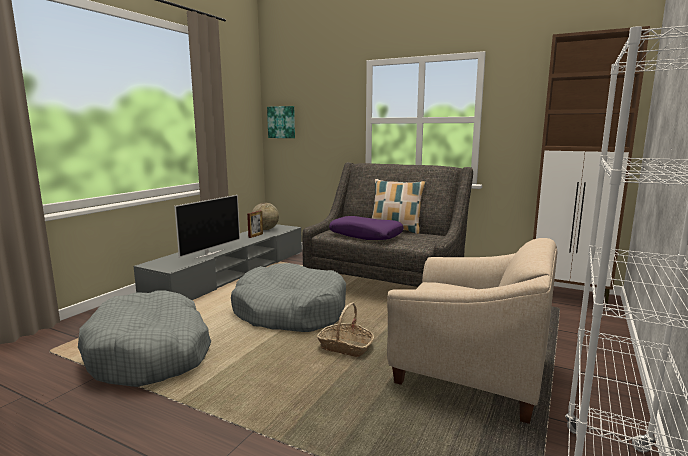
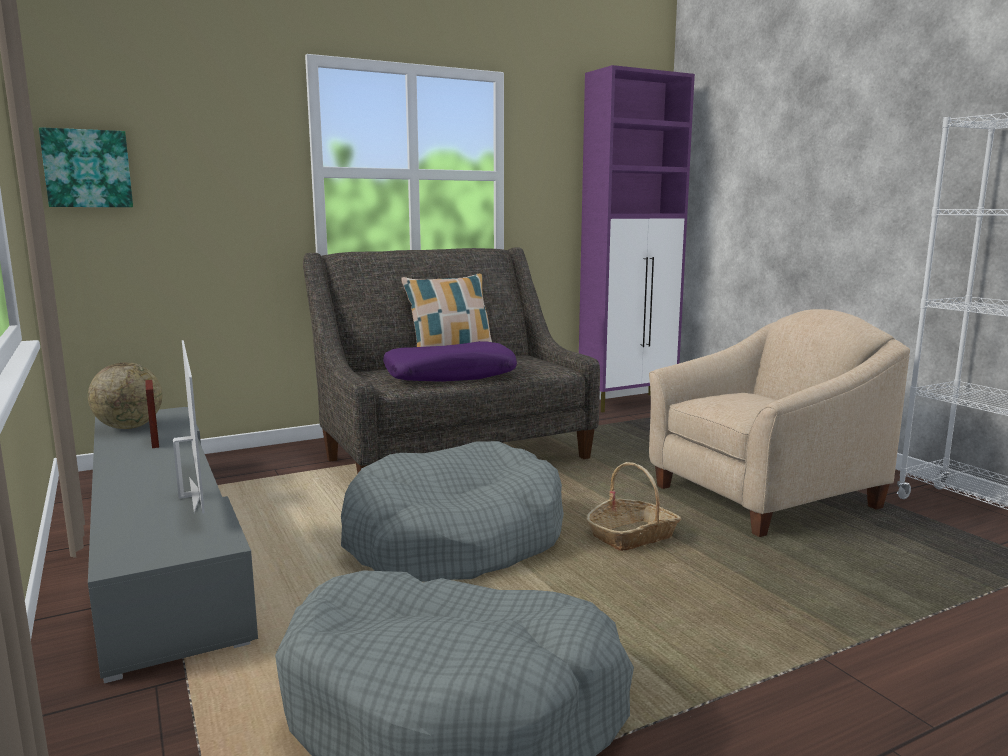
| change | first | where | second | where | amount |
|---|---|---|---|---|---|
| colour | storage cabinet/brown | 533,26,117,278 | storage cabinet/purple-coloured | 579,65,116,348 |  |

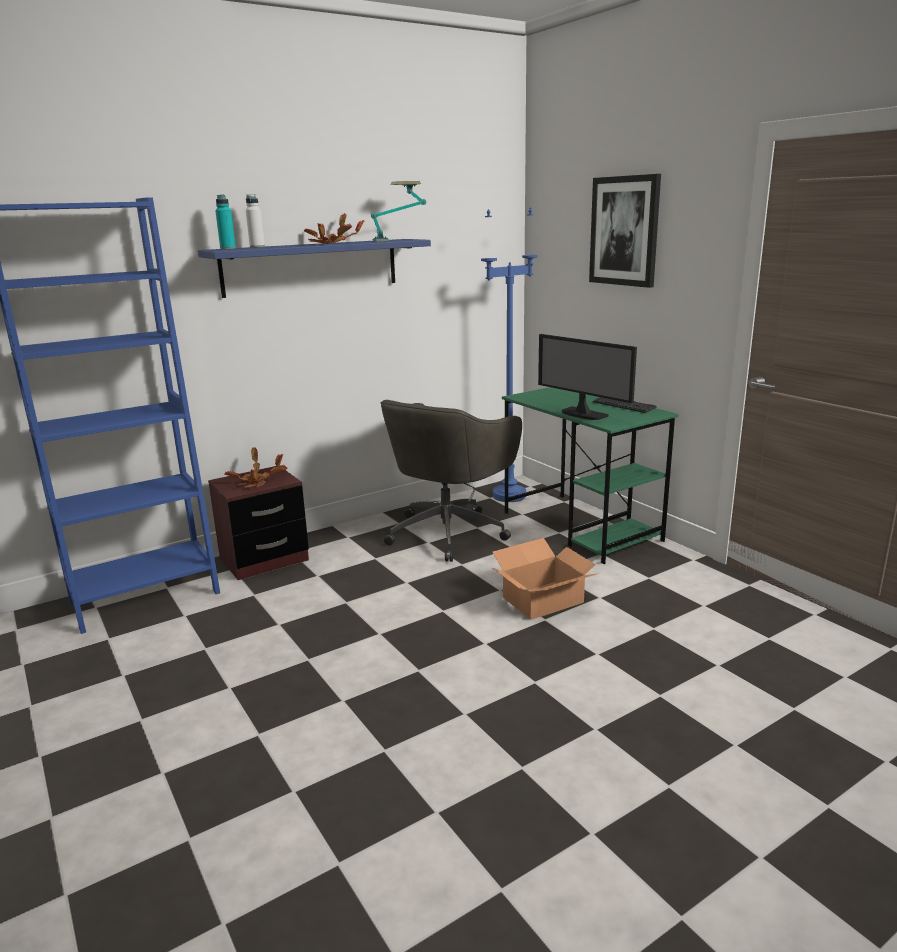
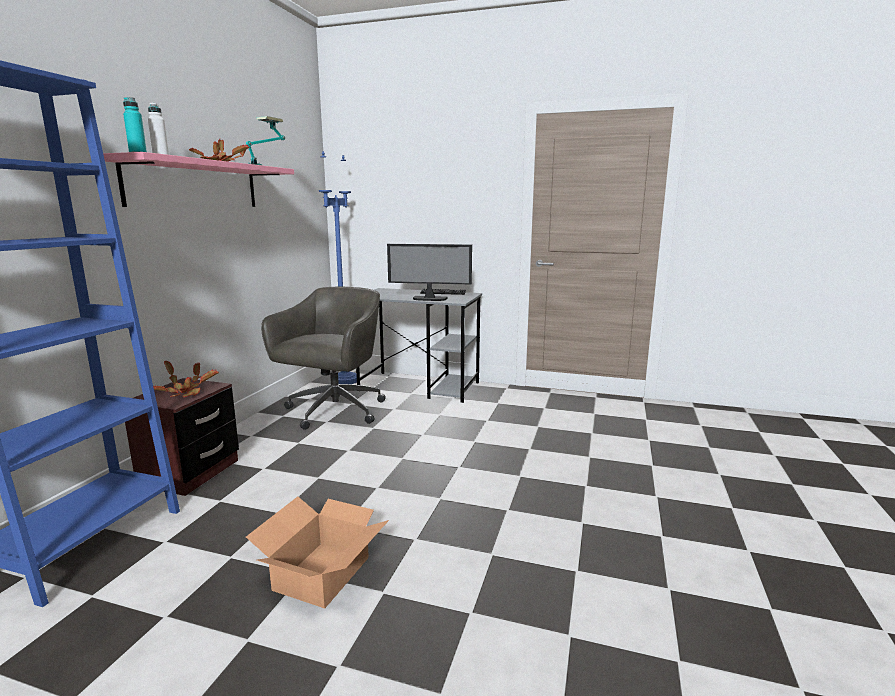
| change | first | where | second | where | amount |
|---|---|---|---|---|---|
| missing | wall picture | 589,174,72,114 |  |  |  |
| colour | bracket shelf/blue-coloured | 198,239,233,59 | bracket shelf/pink | 103,152,191,55 |  |
| colour | desk unit/greenish | 502,387,177,177 | desk unit/grey | 356,288,126,115 |  |
| spun | office chair/grey | 380,400,142,162 |  | 261,287,125,143 | 150 degrees counterclockwise |
| relocated | cardboard box | 493,538,106,82 |  | 246,496,143,112 |  |

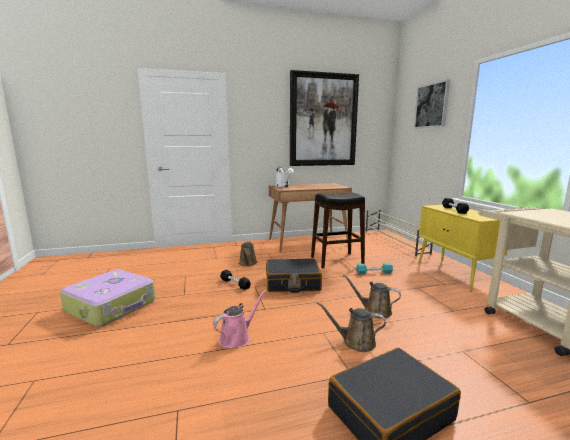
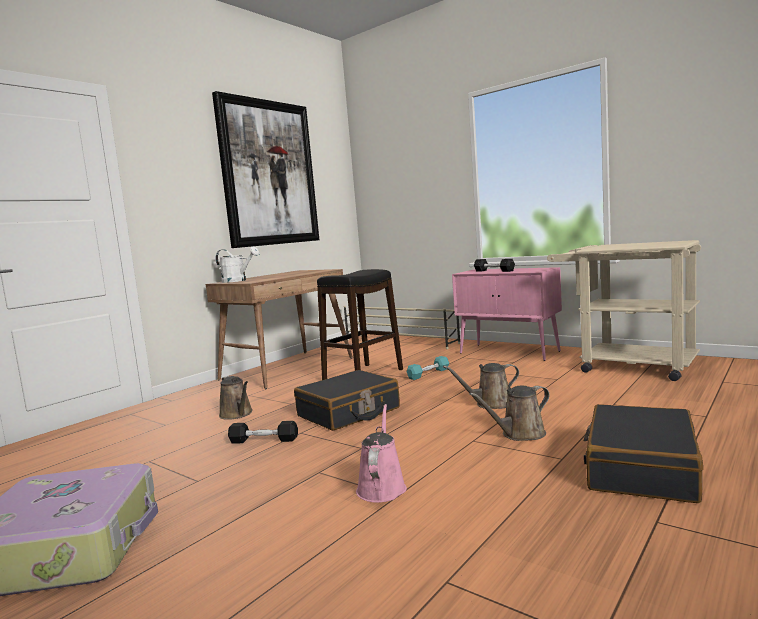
| change | first | where | second | where | amount |
|---|---|---|---|---|---|
| missing | wall picture | 414,79,36,49 |  |  |  |
| colour | storage cabinet/yellow | 418,205,90,87 | storage cabinet/pink | 452,267,110,94 |  |

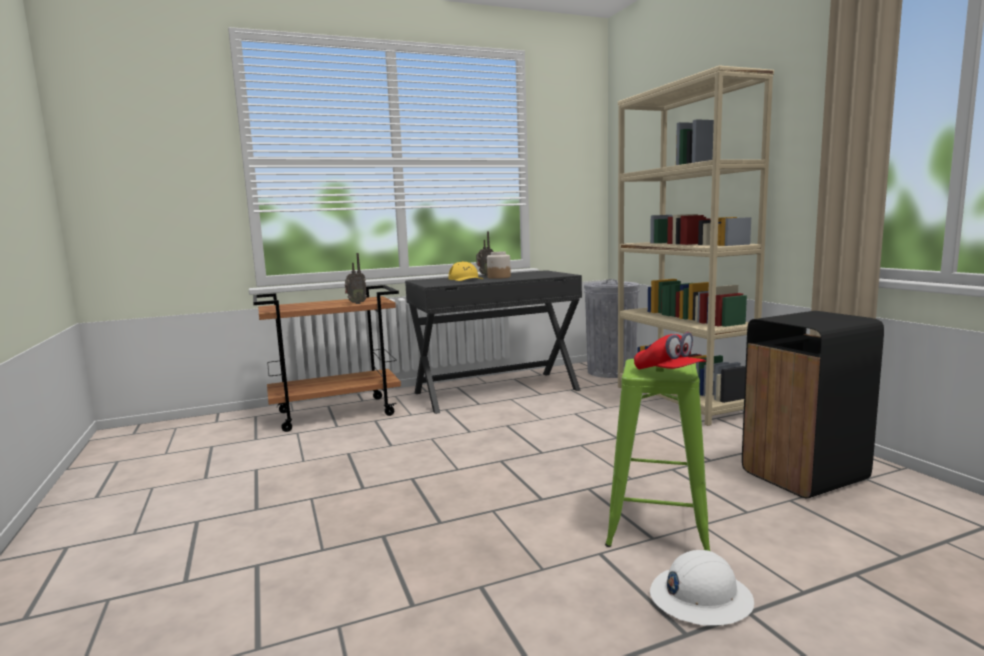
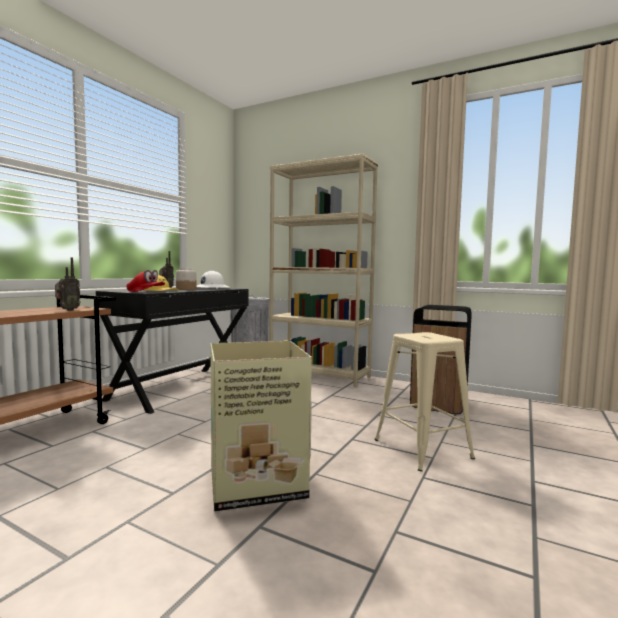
| change | first | where | second | where | amount |
|---|---|---|---|---|---|
| relocated | baseball cap/red-coloured | 634,332,72,38 |  | 127,270,38,22 |  |
| colour | stool seat/greenish | 605,359,105,192 | stool seat/beige | 375,332,100,140 |  |
| relocated | safety helmet/white | 650,550,104,76 |  | 197,271,32,18 |  |
| appeared |  |  | cardboard box | 210,341,102,171 |  |

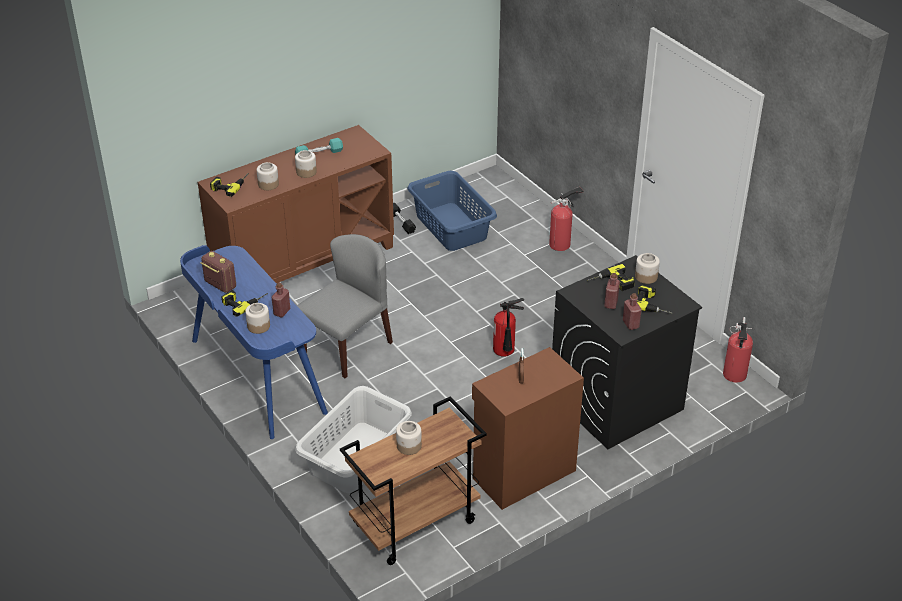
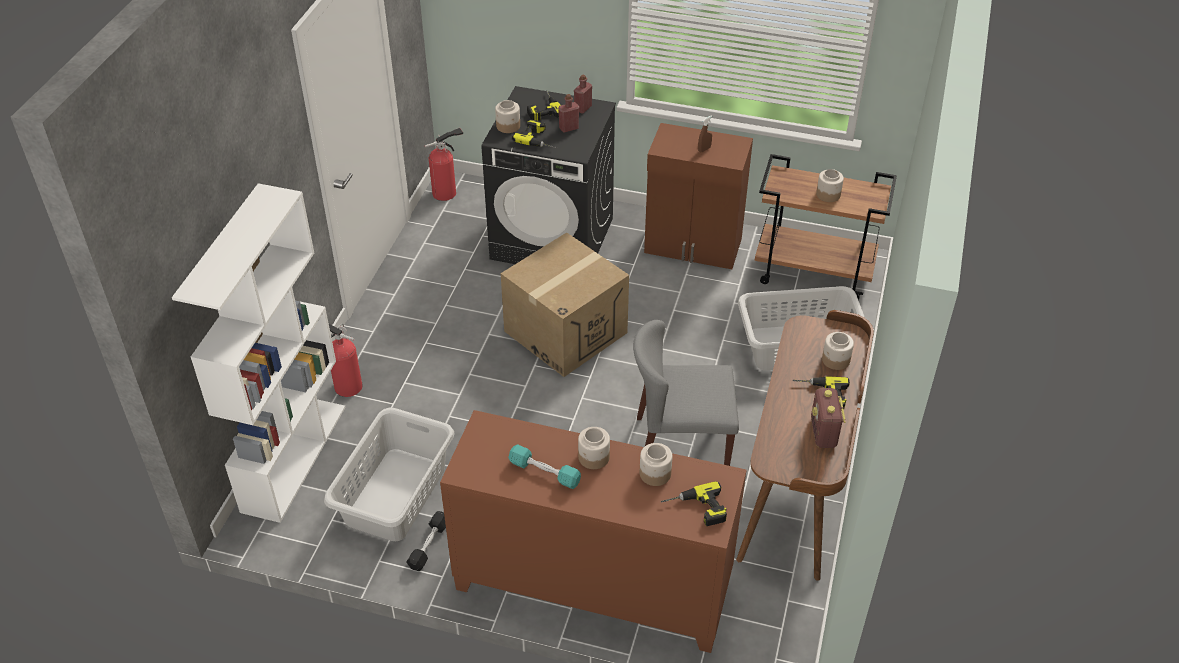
| change | first | where | second | where | amount |
|---|---|---|---|---|---|
| colour | laundry basket/blue-coloured | 407,171,90,80 | laundry basket/grey | 324,408,130,133 |  |
| colour | desk unit/blue-coloured | 180,245,148,194 | desk unit/brown | 736,310,138,271 |  |
| missing | beverage bottle/red-coloured | 271,283,19,34 |  |  |  |
| exchanged | extinguisher | 493,298,31,59 | cardboard box | 501,232,128,145 |  |
| appeared |  |  | bookcase/white | 172,183,173,340 |  |

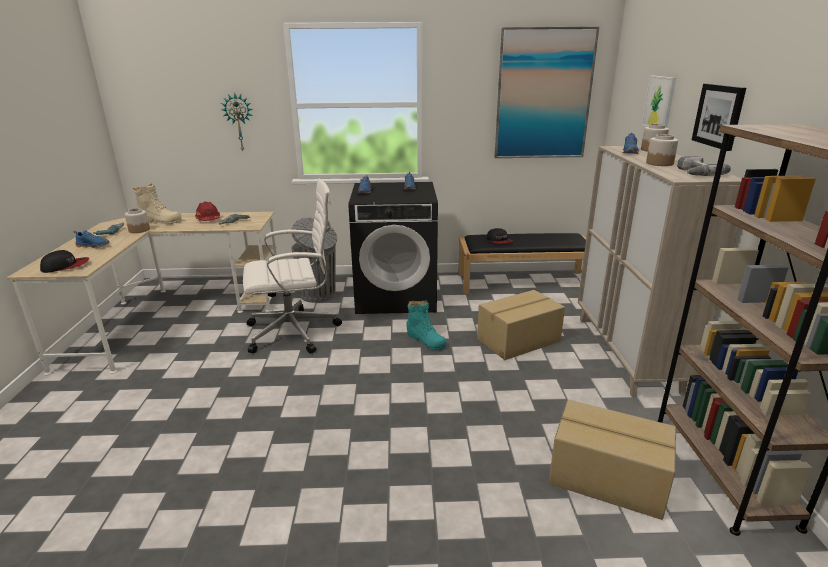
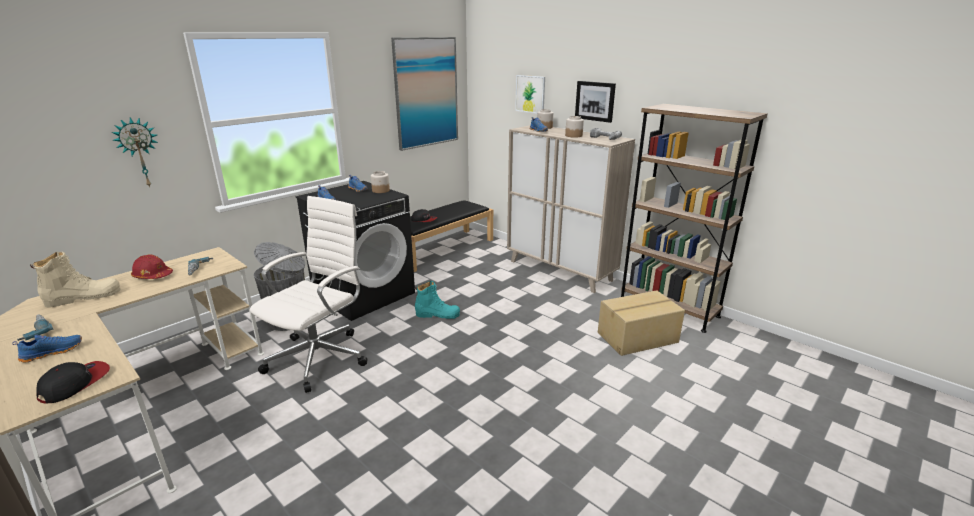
| change | first | where | second | where | amount |
|---|---|---|---|---|---|
| relocated | jar | 125,208,25,25 |  | 371,171,19,22 |  |
| missing | cardboard box | 477,290,88,70 |  |  |  |

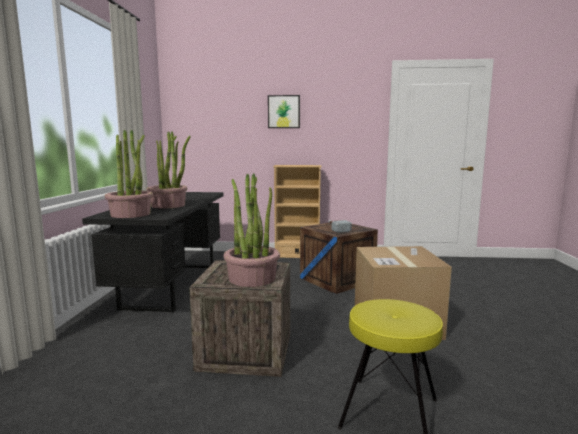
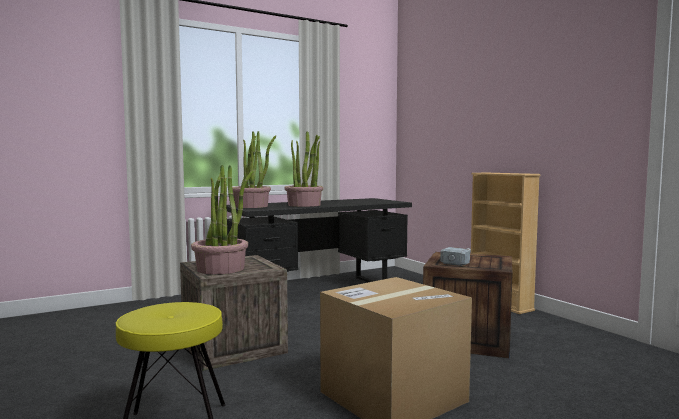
| change | first | where | second | where | amount |
|---|---|---|---|---|---|
| missing | wall picture | 268,95,32,33 |  |  |  |

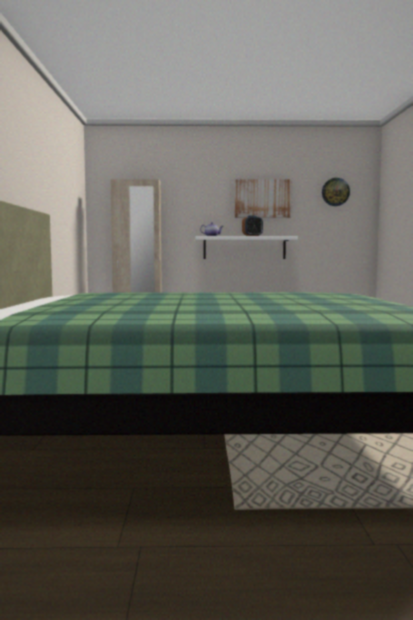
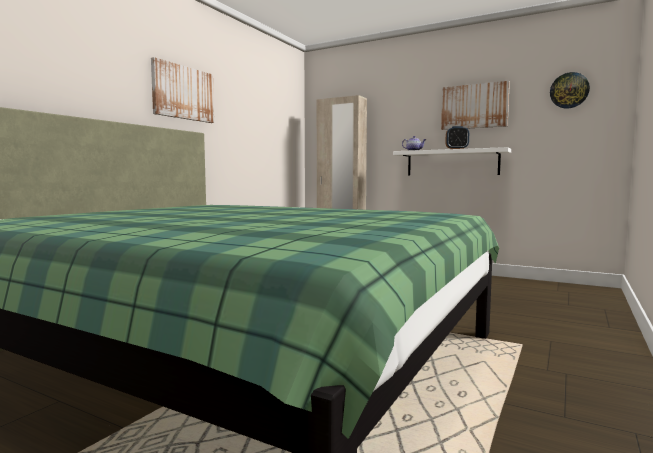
| change | first | where | second | where | amount |
|---|---|---|---|---|---|
| appeared |  |  | wall picture | 151,57,63,66 |  |

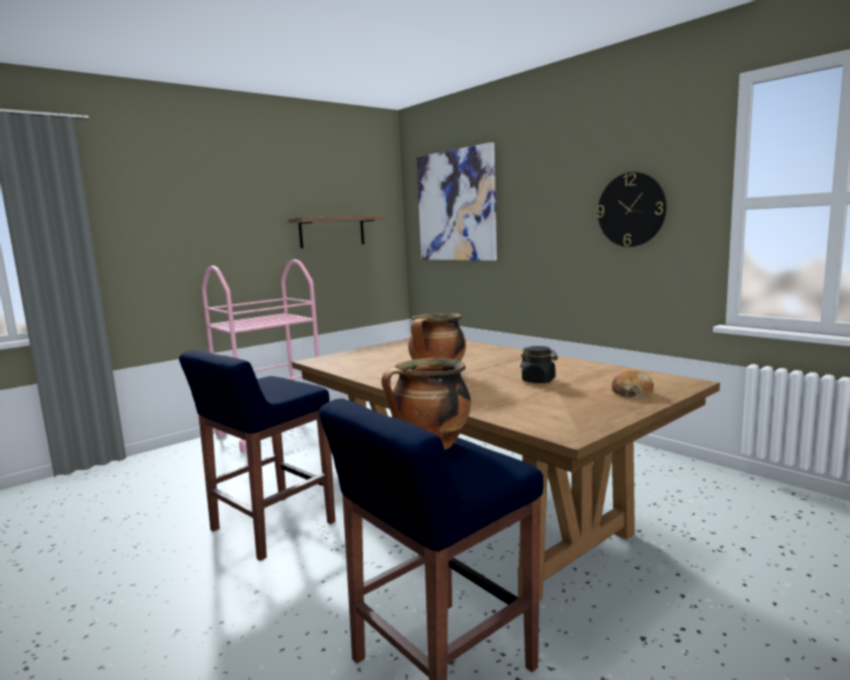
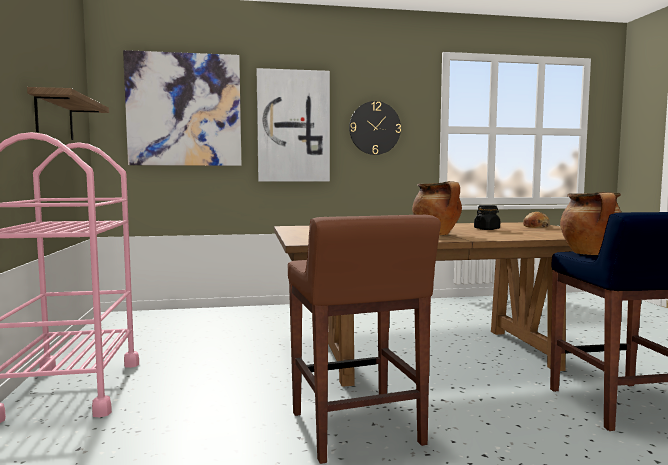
| change | first | where | second | where | amount |
|---|---|---|---|---|---|
| colour | stool seat/blue-coloured | 179,349,156,212 | stool seat/brown | 288,215,153,249 |  |
| appeared |  |  | wall picture | 257,68,73,114 |  |

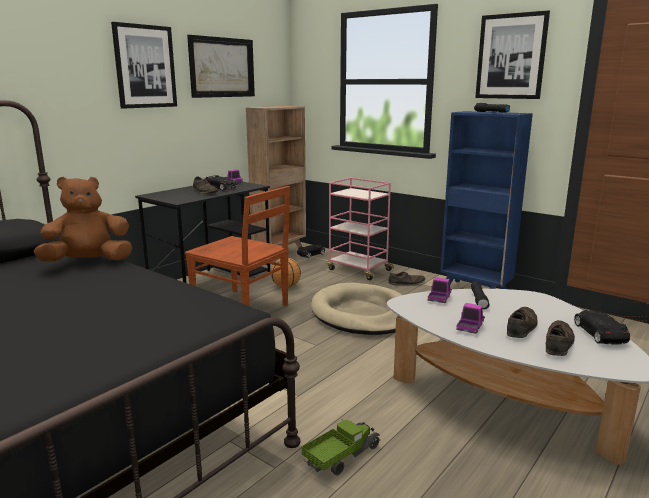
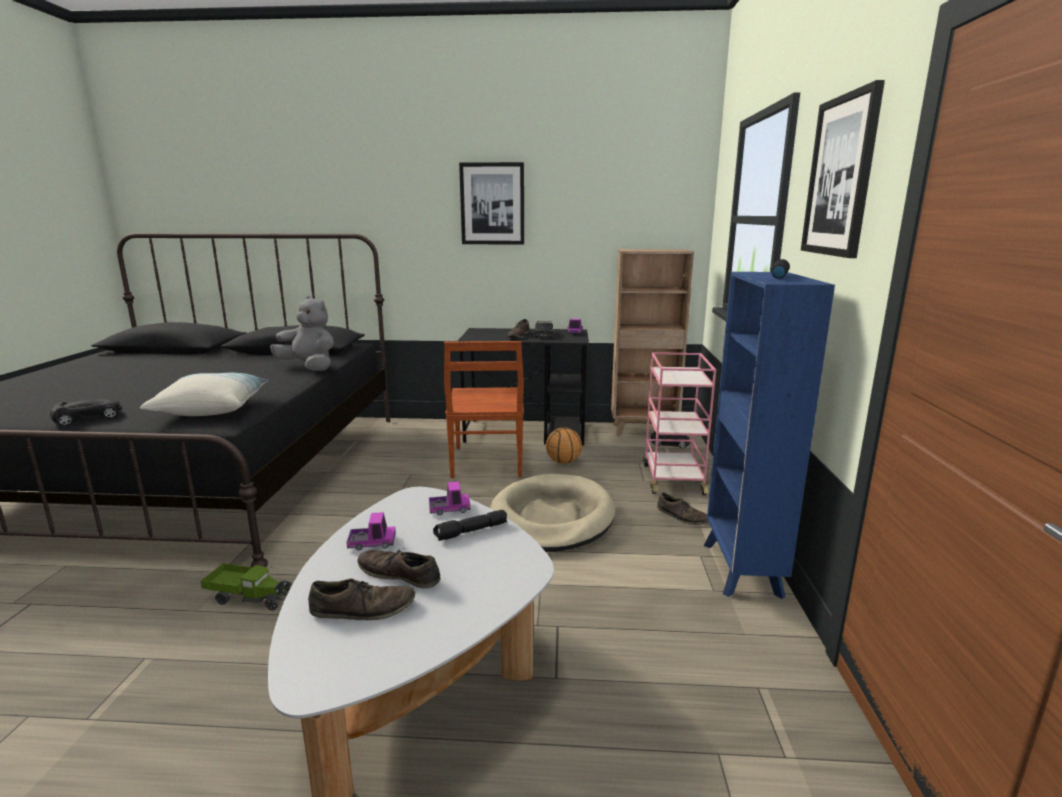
| change | first | where | second | where | amount |
|---|---|---|---|---|---|
| missing | wall picture | 187,35,68,63 |  |  |  |
| colour | soft toy/brown | 34,177,98,85 | soft toy/grey | 270,296,64,75 |  |
| spun | item of footwear/brown | 507,307,31,31 |  | 357,548,83,41 | 150 degrees counterclockwise |
| relocated | miniature car/black-coloured | 574,310,56,35 |  | 50,399,73,27 |  |
| appeared |  |  | pillow | 140,373,129,43 |  |

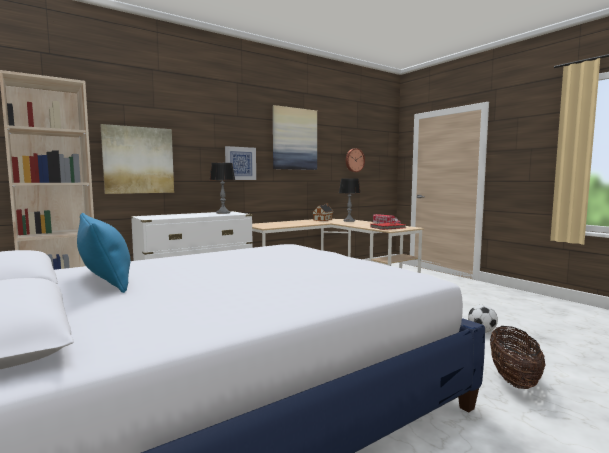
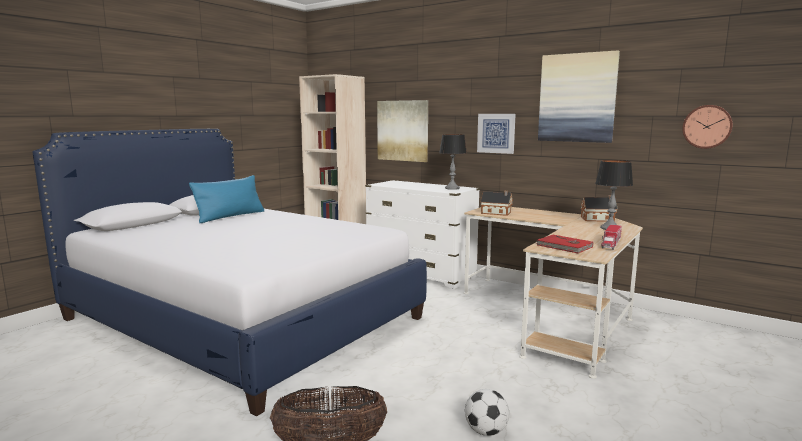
| change | first | where | second | where | amount |
|---|---|---|---|---|---|
| appeared |  |  | model house | 481,191,32,25 |  |

